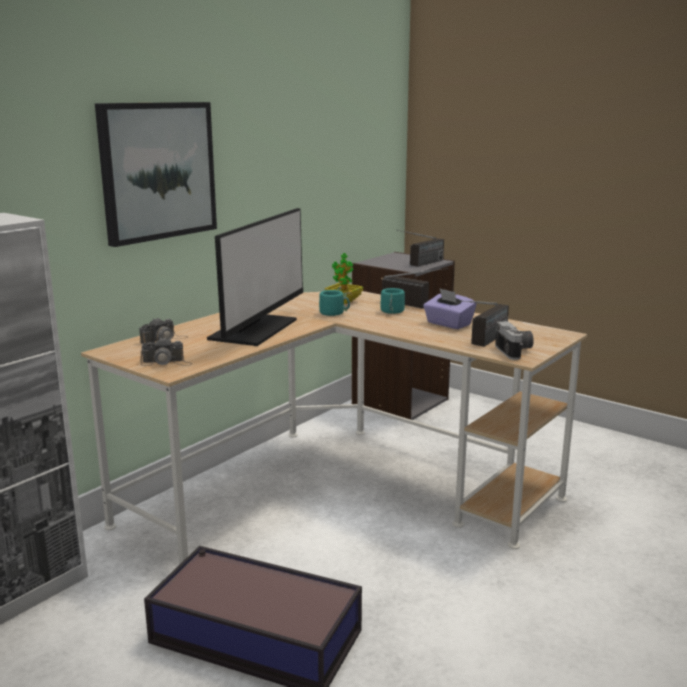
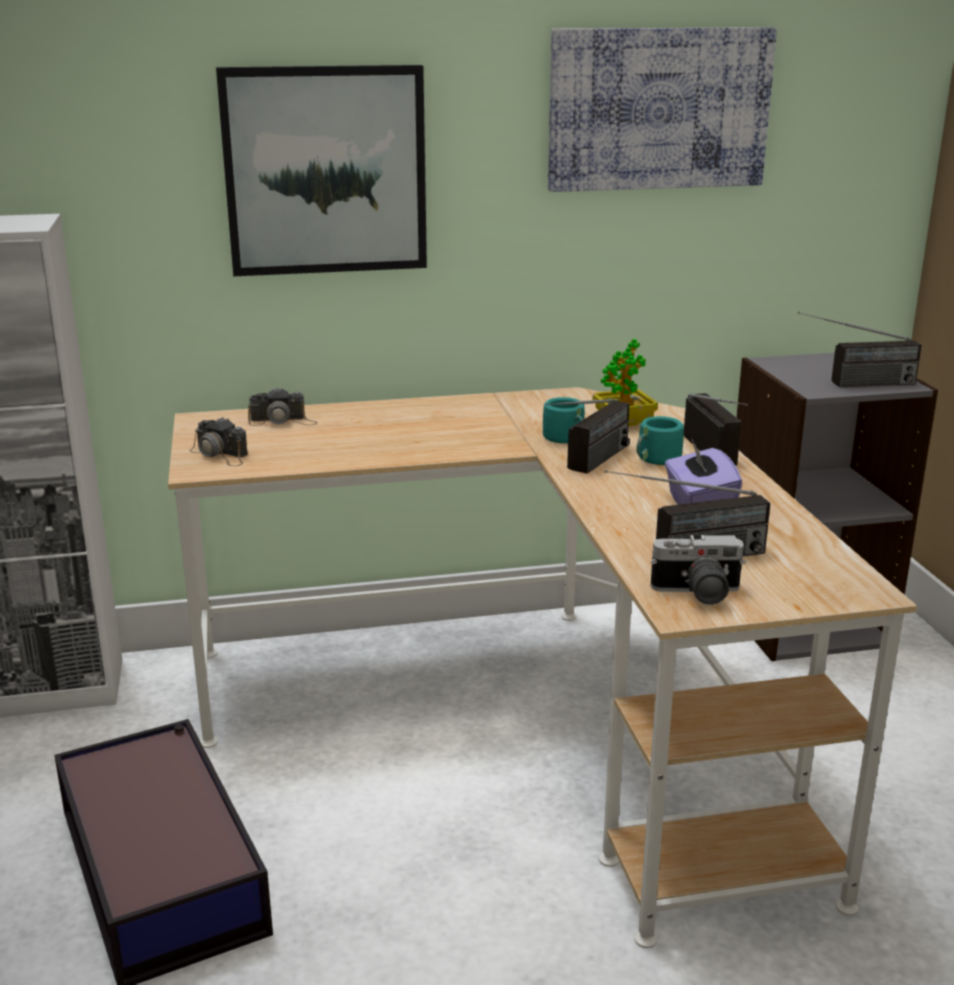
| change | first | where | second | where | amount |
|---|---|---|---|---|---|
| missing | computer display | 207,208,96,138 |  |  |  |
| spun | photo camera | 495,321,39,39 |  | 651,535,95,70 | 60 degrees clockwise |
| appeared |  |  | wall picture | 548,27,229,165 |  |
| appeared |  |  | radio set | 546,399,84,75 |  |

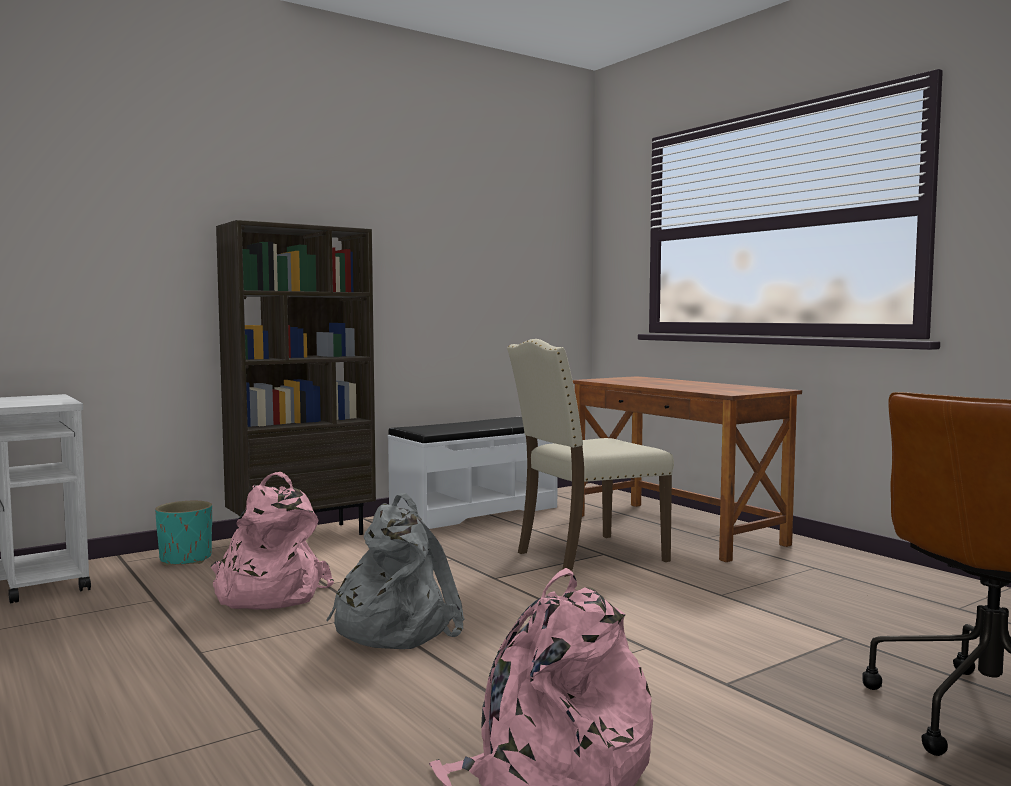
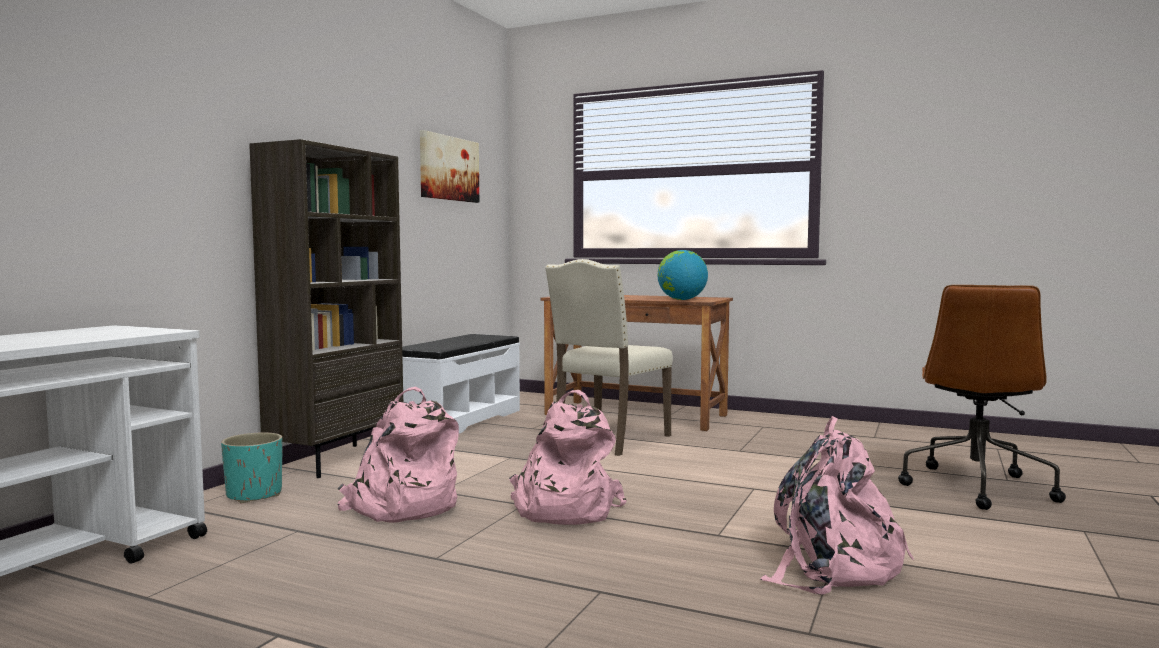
| change | first | where | second | where | amount |
|---|---|---|---|---|---|
| colour | rucksack/grey | 326,493,139,156 | rucksack/pink | 509,390,118,135 |  |
| appeared |  |  | wall picture | 420,130,59,73 |  |
| appeared |  |  | world globe | 657,250,51,50 |  |

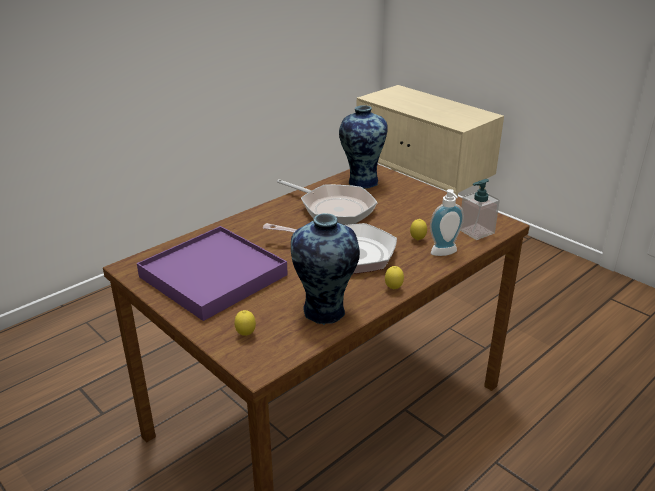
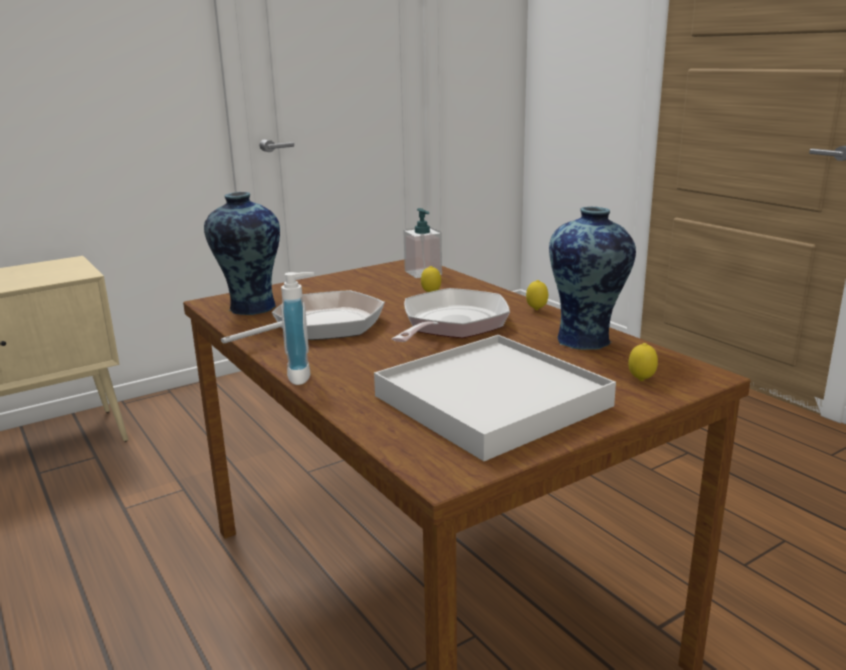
| change | first | where | second | where | amount |
|---|---|---|---|---|---|
| relocated | soap dispenser | 430,189,34,67 |  | 281,272,33,113 |  |
| colour | carrying tray/purple-coloured | 137,226,151,95 | carrying tray/white | 374,335,242,126 |  |

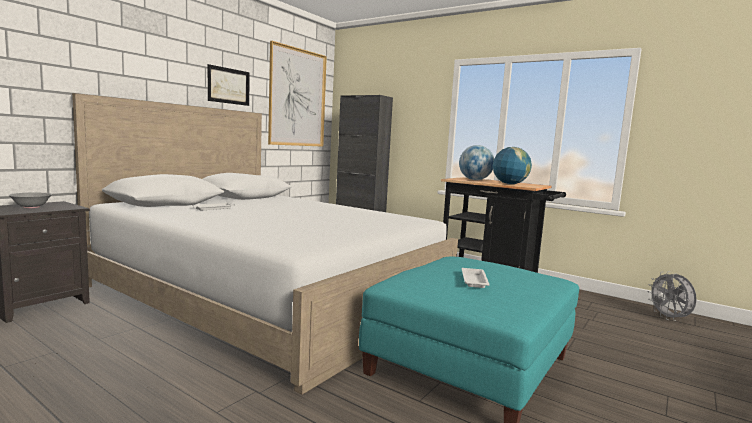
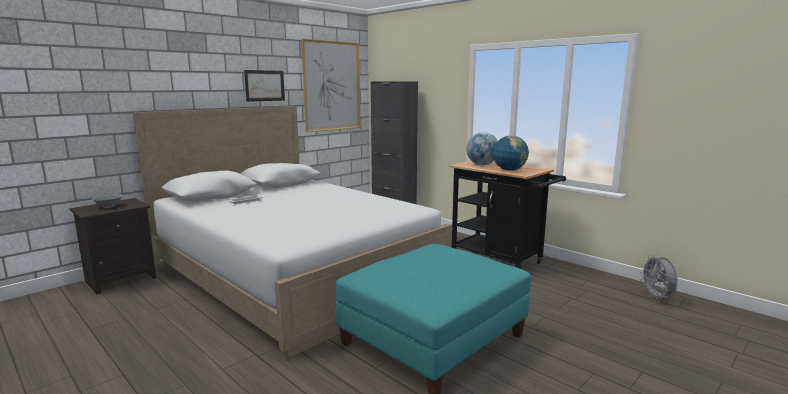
| change | first | where | second | where | amount |
|---|---|---|---|---|---|
| missing | carrying tray/white | 462,268,28,20 |  |  |  |

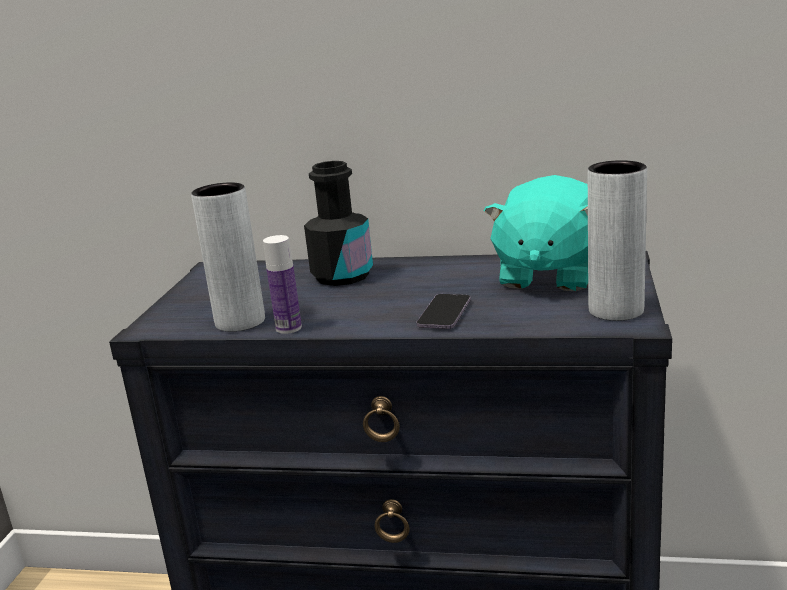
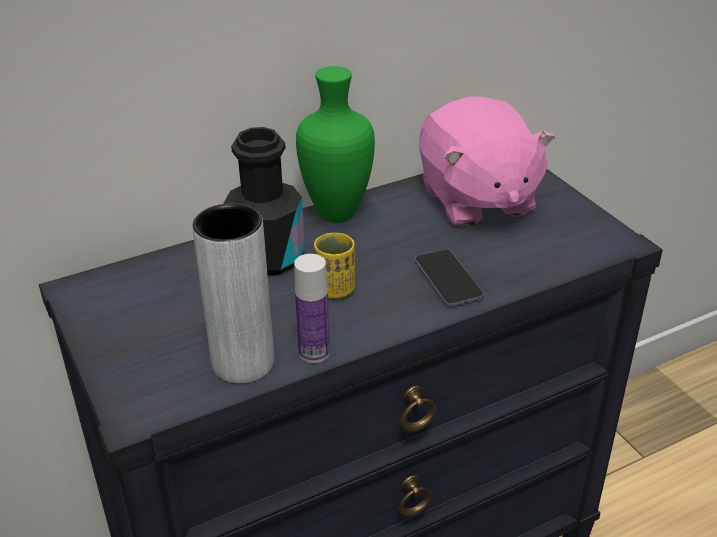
| change | first | where | second | where | amount |
|---|---|---|---|---|---|
| missing | vase/grey | 588,160,59,161 |  |  |  |
| colour | soft toy/blue-green | 484,175,104,116 | soft toy/pink | 419,96,137,131 |  |
| appeared |  |  | vase/greenish | 296,66,79,157 |  |
| appeared |  |  | drinking cup/yellow | 314,233,41,66 |  |

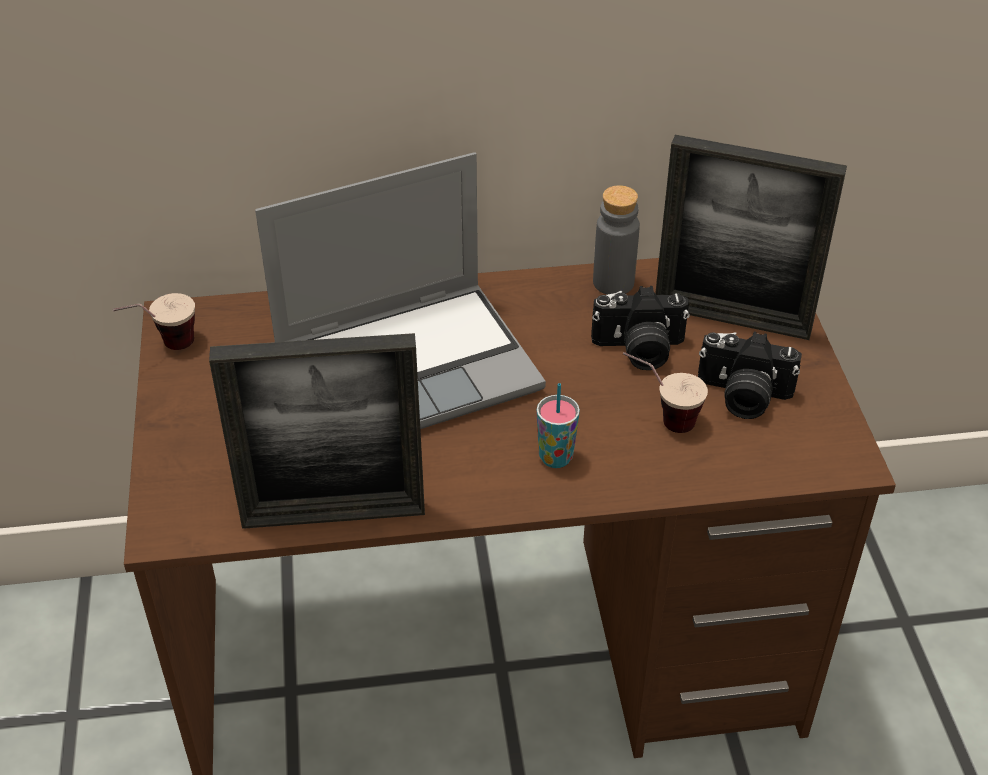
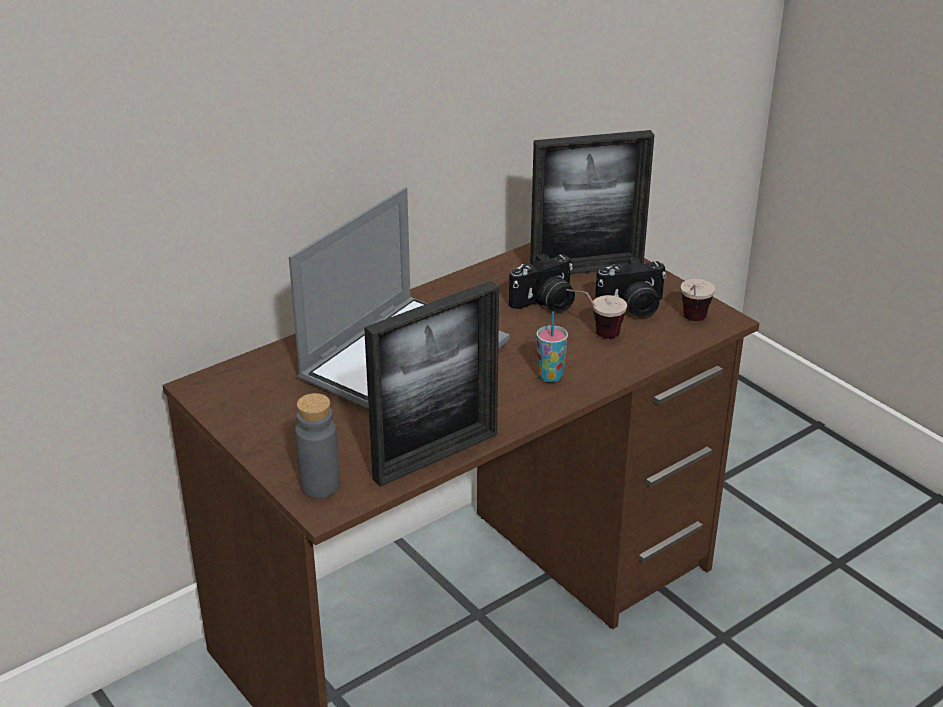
| change | first | where | second | where | amount |
|---|---|---|---|---|---|
| relocated | beverage bottle/grey | 593,185,47,110 |  | 295,393,45,105 |  |
| relocated | drinking cup | 112,293,83,57 |  | 681,279,34,42 |  |

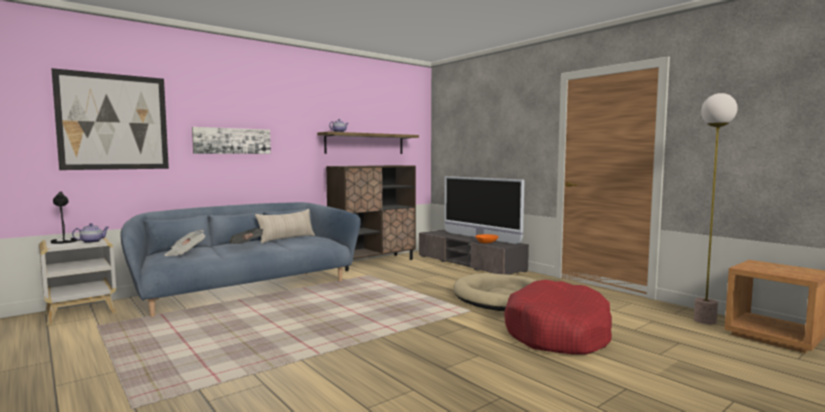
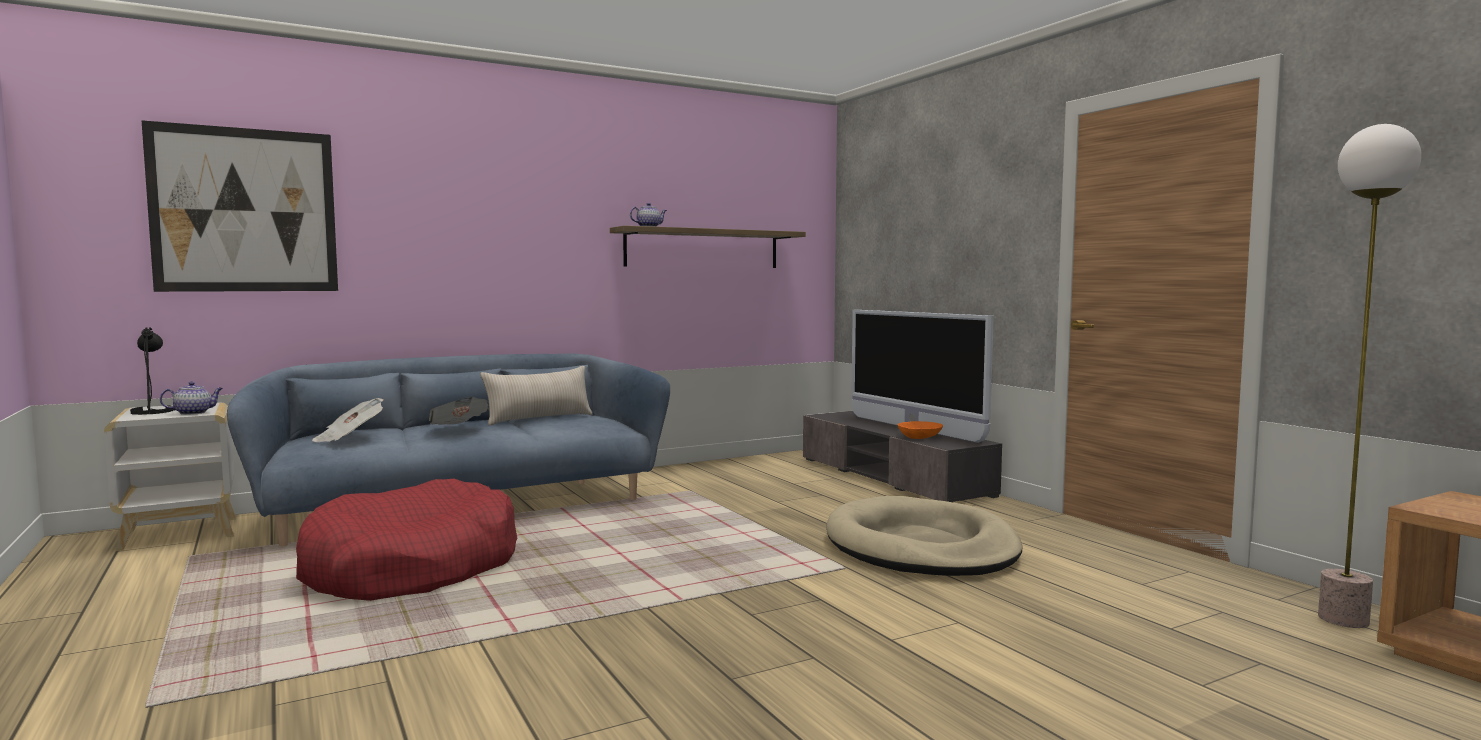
| change | first | where | second | where | amount |
|---|---|---|---|---|---|
| missing | wall picture | 192,127,79,27 |  |  |  |
| missing | storage cabinet/brown | 326,165,90,106 |  |  |  |
| relocated | dog cushion/red-coloured | 504,280,108,75 |  | 296,479,221,122 |  |

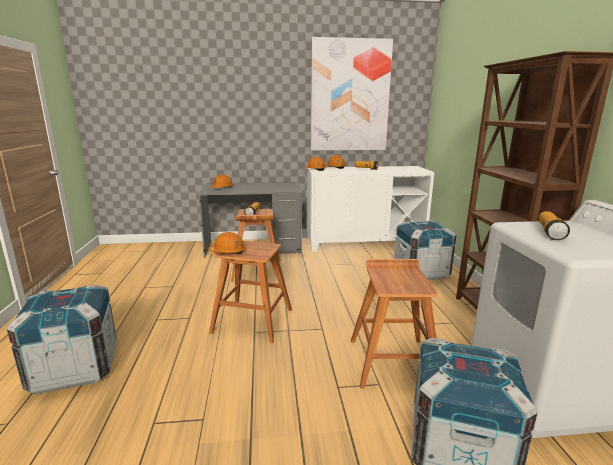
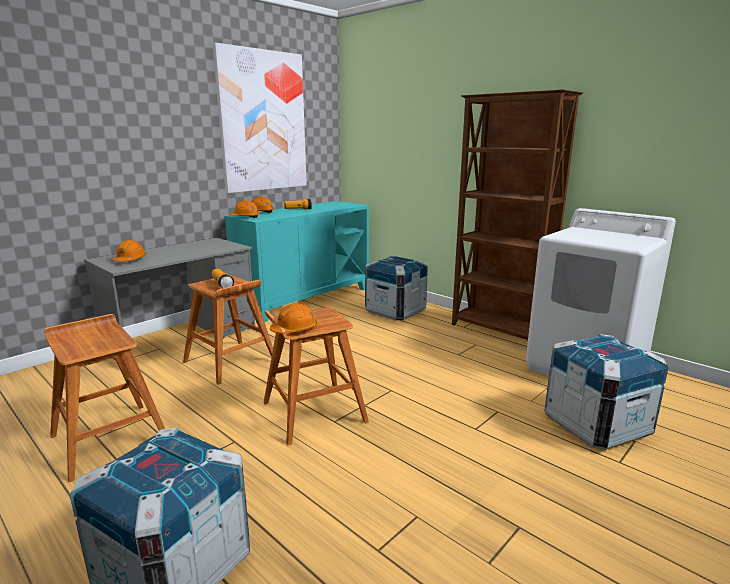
| change | first | where | second | where | amount |
|---|---|---|---|---|---|
| colour | storage cabinet/white | 306,166,129,86 | storage cabinet/blue-green | 225,201,144,121 |  |
| missing | torch | 539,211,31,29 |  |  |  |
| relocated | stool seat/brown | 351,259,86,130 |  | 44,314,121,168 |  |

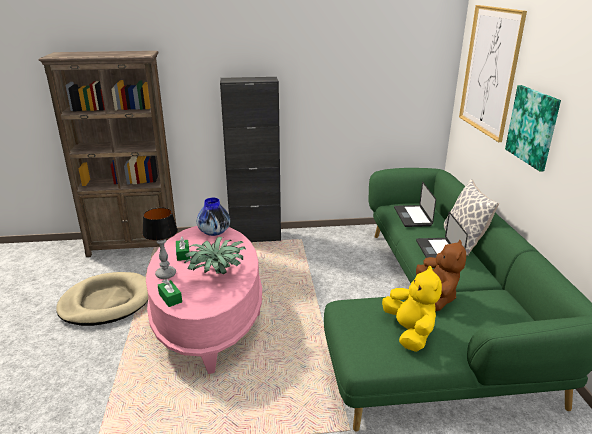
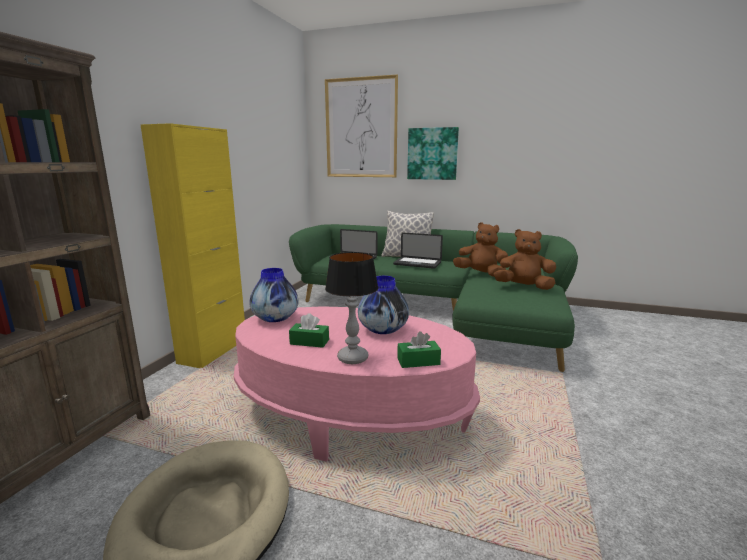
| change | first | where | second | where | amount |
|---|---|---|---|---|---|
| colour | storage cabinet/black-coloured | 220,77,61,165 | storage cabinet/yellow | 141,123,104,245 |  |
| exchanged | plant in a pot | 184,237,62,37 | vase | 358,276,51,58 |  |
| colour | soft toy/yellow | 382,266,60,86 | soft toy/brown | 494,229,62,61 |  |

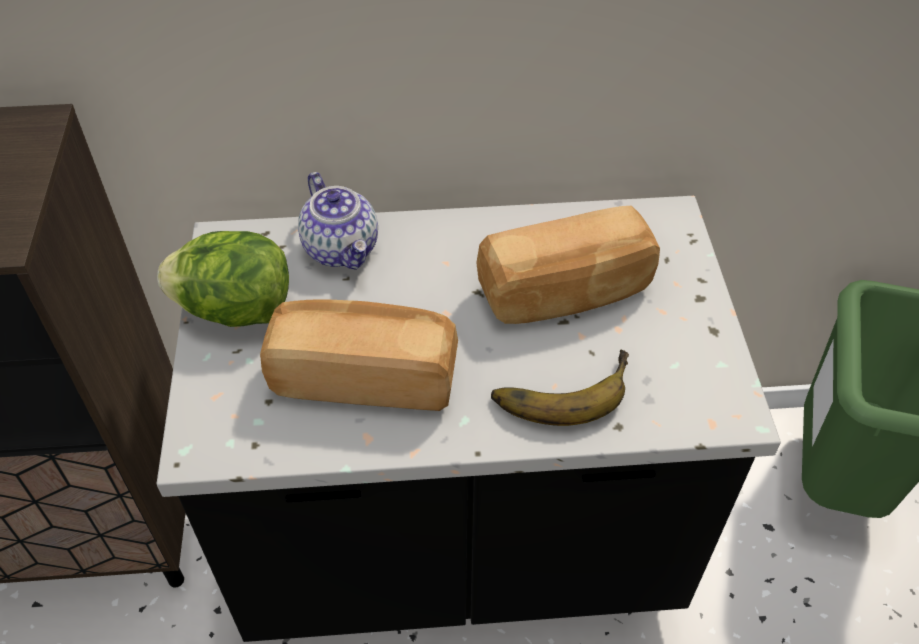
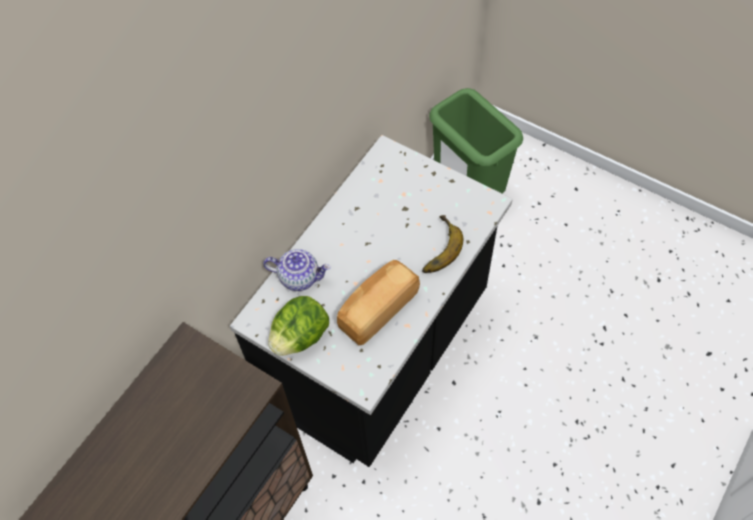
| change | first | where | second | where | amount |
|---|---|---|---|---|---|
| missing | baked bread | 476,206,184,118 |  |  |  |

